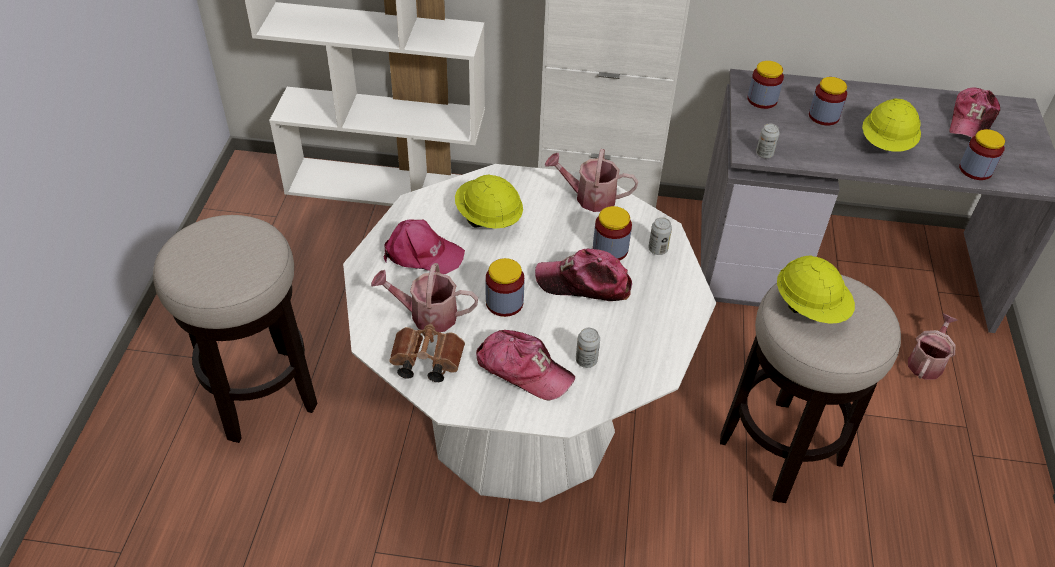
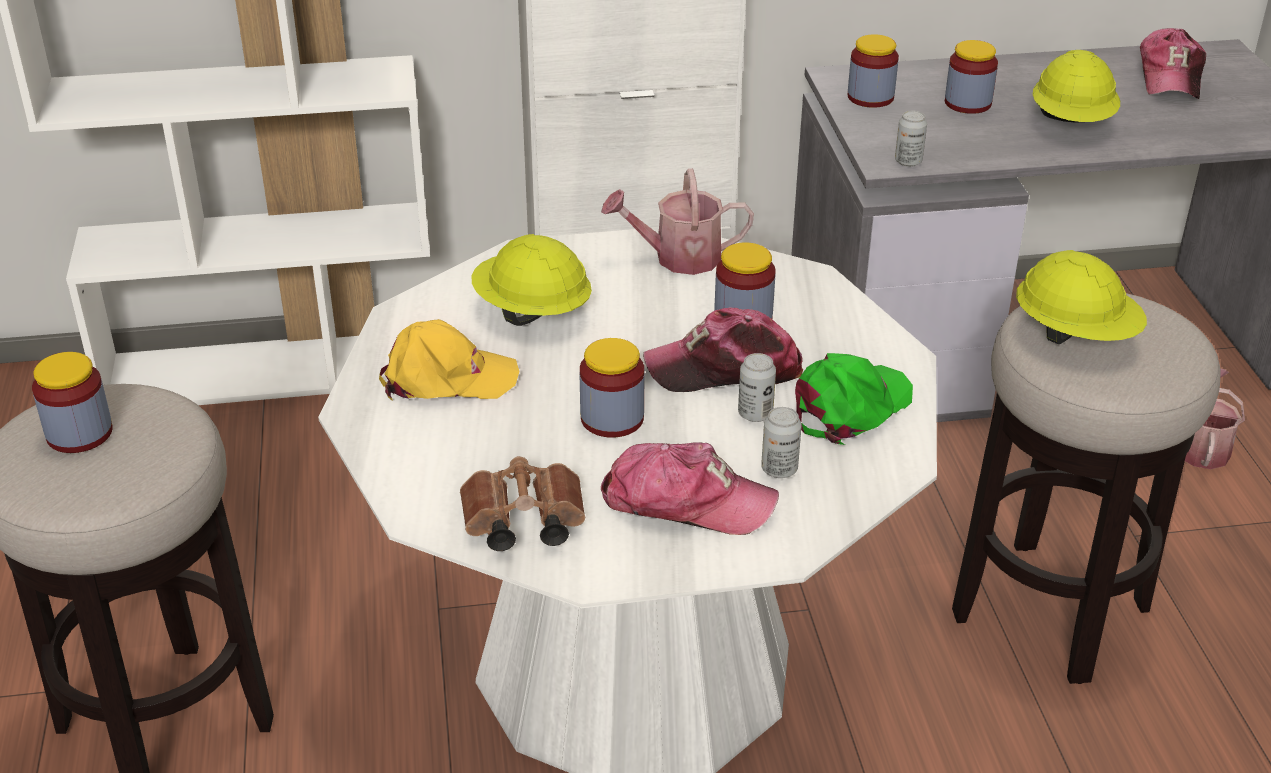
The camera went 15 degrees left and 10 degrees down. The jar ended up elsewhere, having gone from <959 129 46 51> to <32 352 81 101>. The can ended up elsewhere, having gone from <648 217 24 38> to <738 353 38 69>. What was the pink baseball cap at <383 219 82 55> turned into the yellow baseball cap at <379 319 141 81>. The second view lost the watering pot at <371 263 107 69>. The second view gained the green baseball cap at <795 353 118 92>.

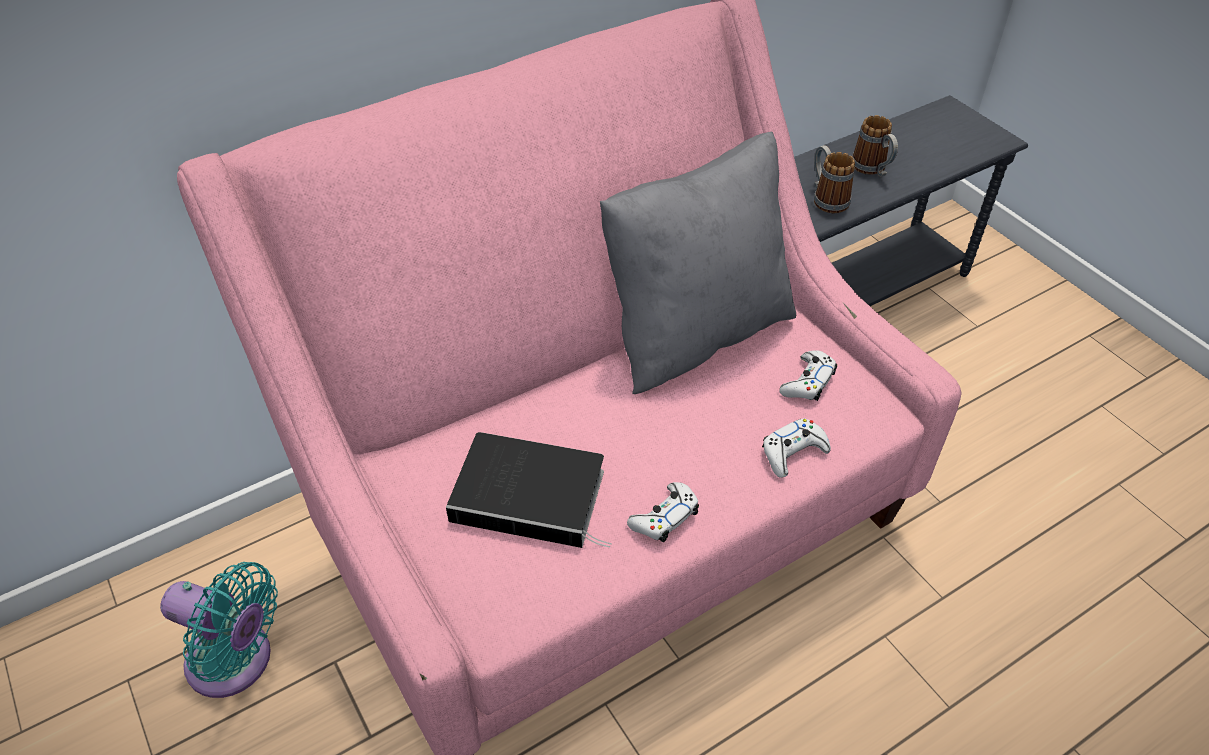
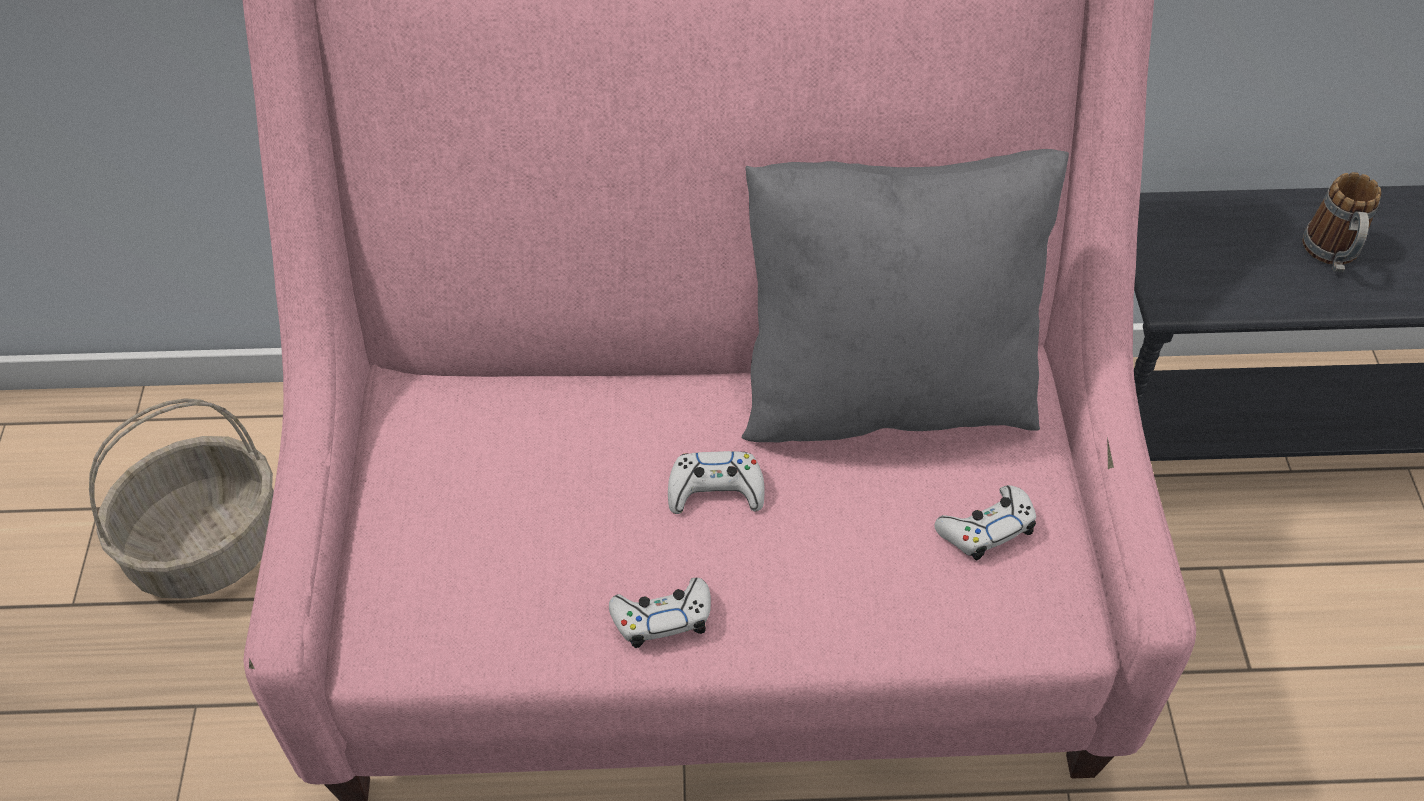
The camera went 30 degrees right and 5 degrees up. The second view lost the mug at <814 145 41 68>. The white-coloured joypad ended up elsewhere, having gone from <762 418 69 60> to <668 451 97 63>. The second view lost the bound book at <446 432 166 116>. Where the blue-green electric fan stood at <160 562 118 136>, the household basket came to stand at <89 398 185 201>.

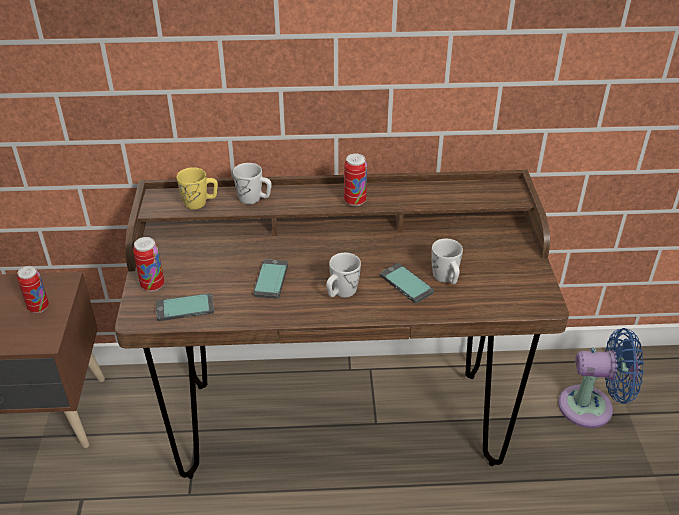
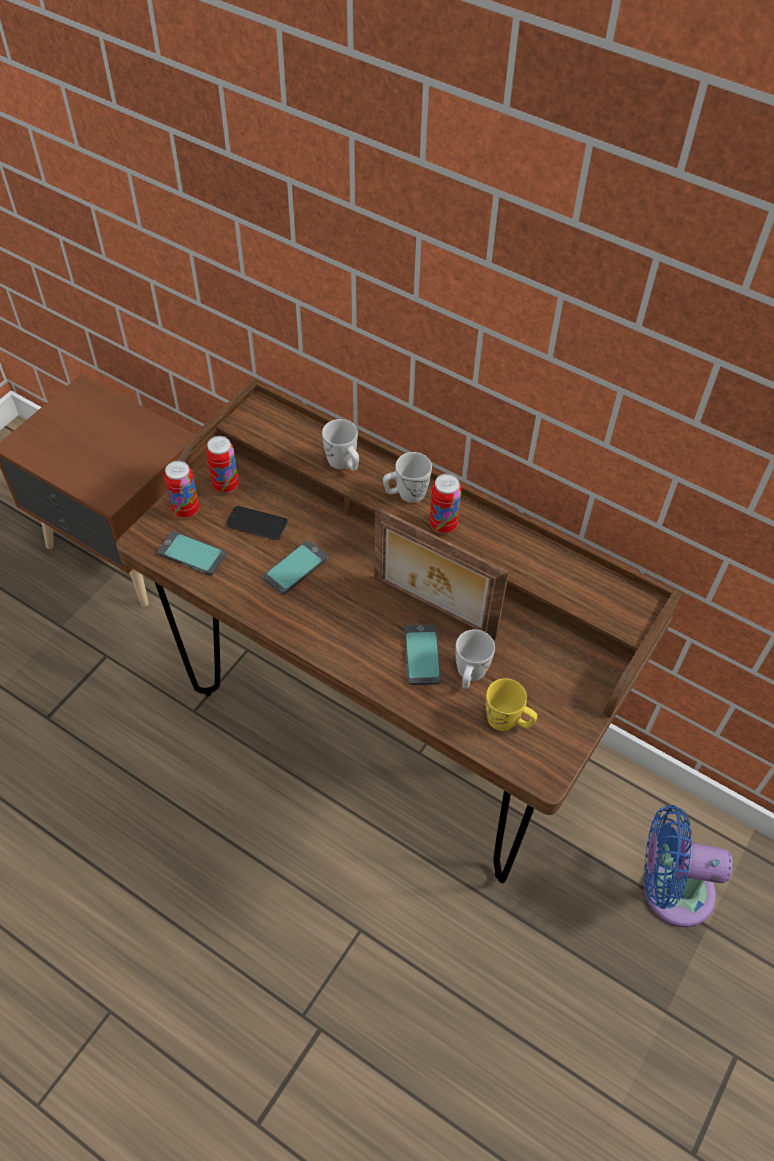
The camera went 35 degrees right and 15 degrees up. The yellow mug ended up elsewhere, having gone from <177 167 41 42> to <486 678 51 53>. The white-coloured mug ended up elsewhere, having gone from <326 253 35 44> to <383 452 49 51>. The can ended up elsewhere, having gone from <17 266 32 47> to <206 436 33 57>. The bluish electric fan at <558 328 86 100> ended up facing another way, 150 degrees clockwise from before. The second view gained the phone at <226 506 62 34>. The second view gained the photo frame at <374 507 135 133>.

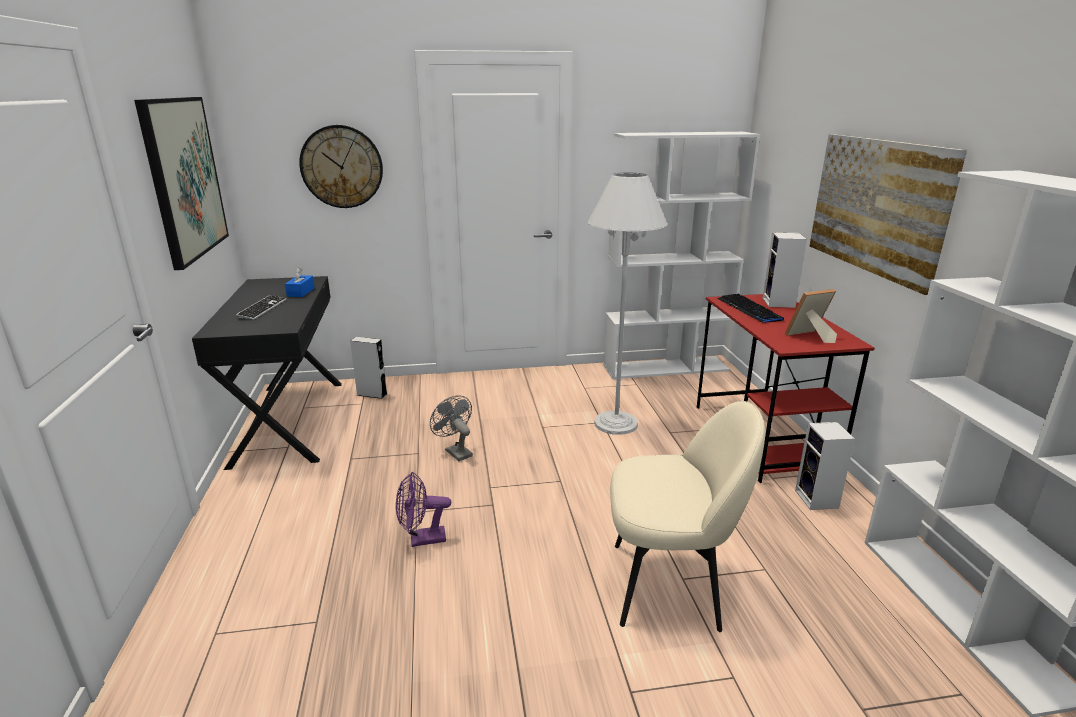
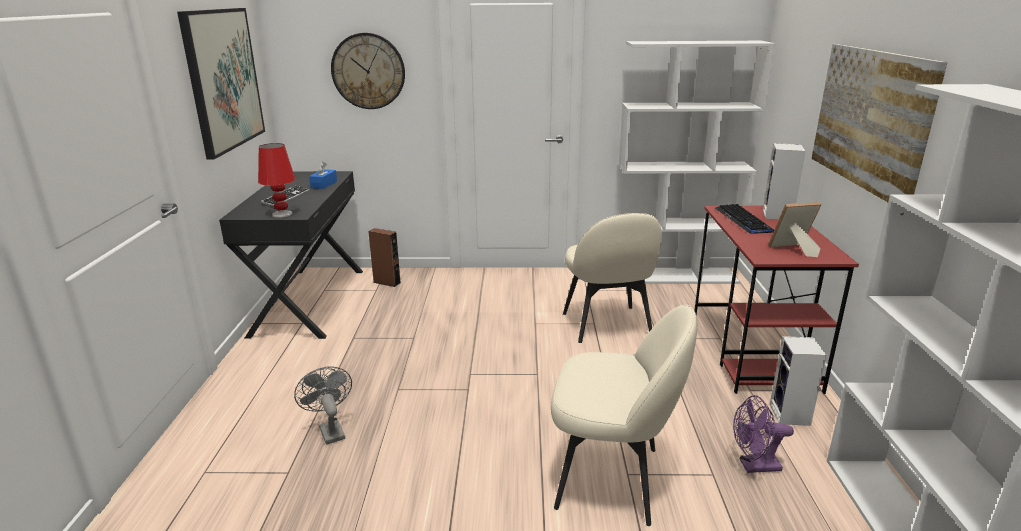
The camera went 10 degrees right and 0 degrees up. Where the white-coloured standing lamp stood at <588 173 80 262>, the beige-coloured chair came to stand at <563 213 99 130>. What was the greyish loudspeaker at <350 337 37 62> turned into the brown loudspeaker at <368 228 33 59>. The greyish electric fan ended up elsewhere, having gone from <430 396 43 65> to <294 367 58 78>. The purplish electric fan ended up elsewhere, having gone from <396 471 55 76> to <733 395 61 78>. The second view gained the red table lamp at <258 143 37 75>.

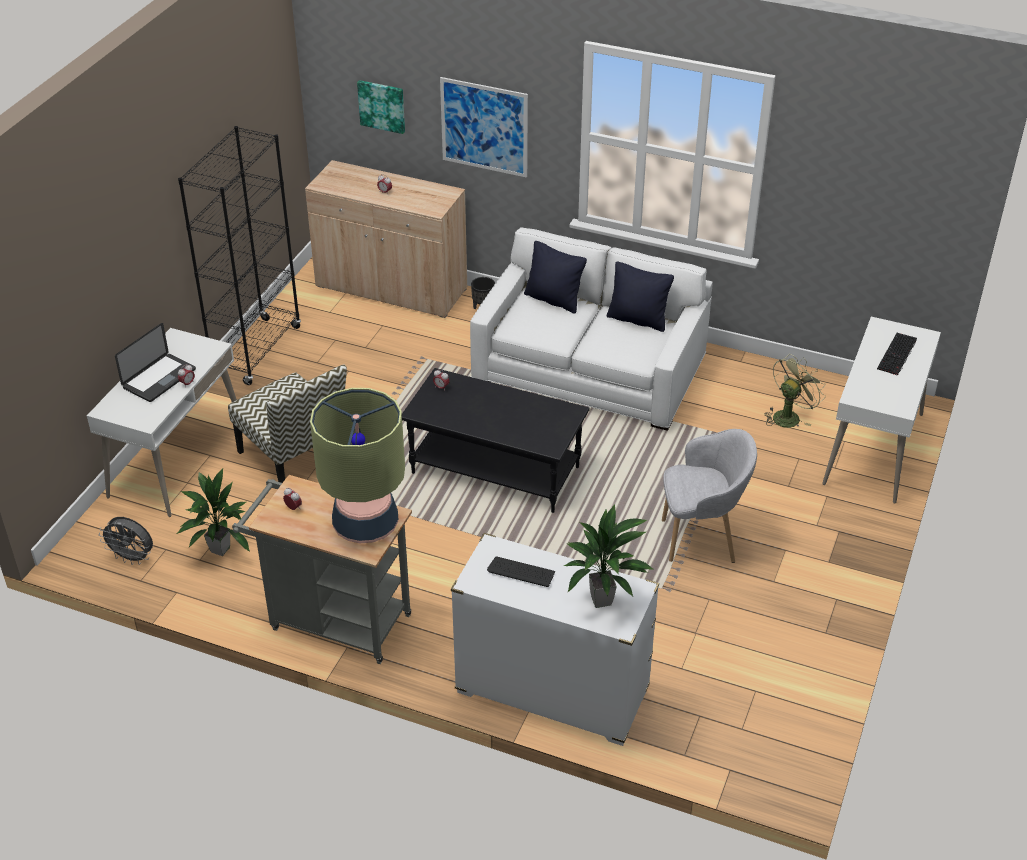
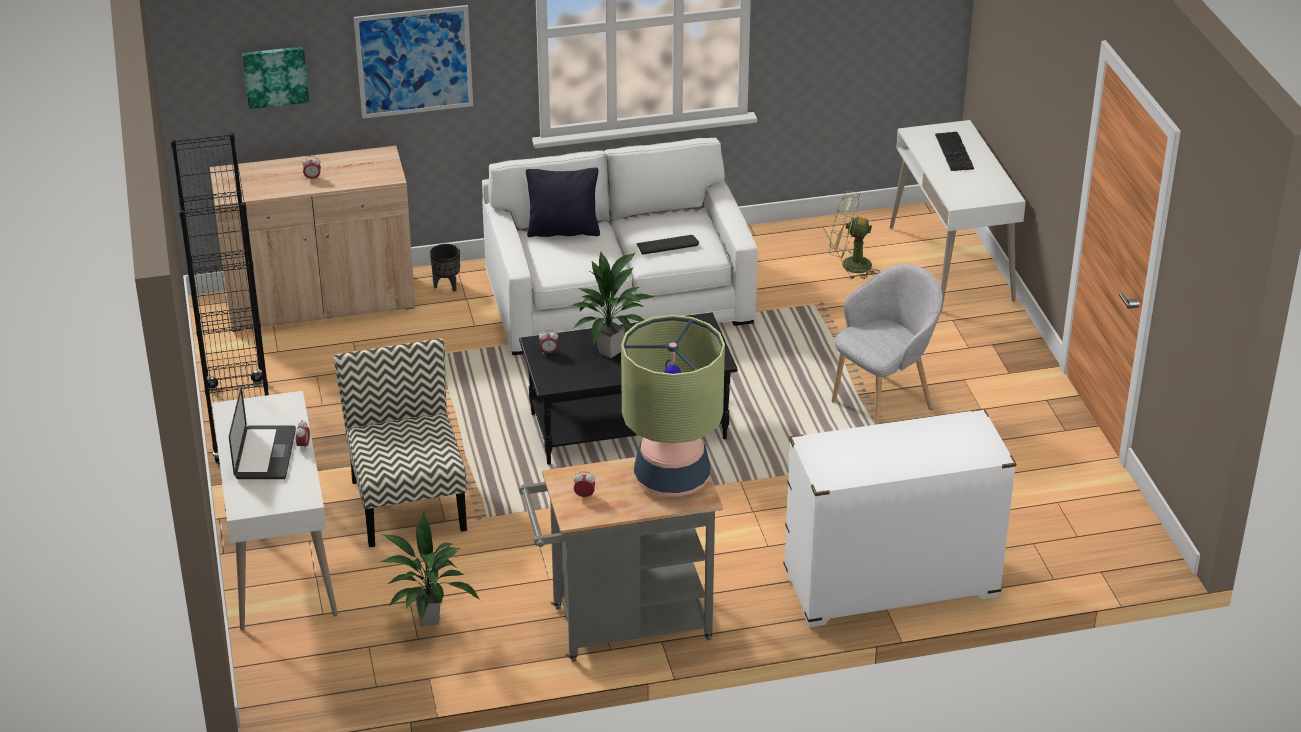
The camera went 35 degrees left and 5 degrees down. The second view lost the black pillow at <607 262 67 70>. The green electric fan at <764 354 62 74> ended up facing another way, 90 degrees counterclockwise from before. The chair at <228 364 119 119> ended up facing another way, 120 degrees counterclockwise from before. The potted plant ended up elsewhere, having gone from <564 504 90 104> to <570 252 85 106>. The second view lost the greyish electric fan at <99 517 54 48>. The PC keyboard ended up elsewhere, having gone from <487 557 68 30> to <637 235 62 19>.

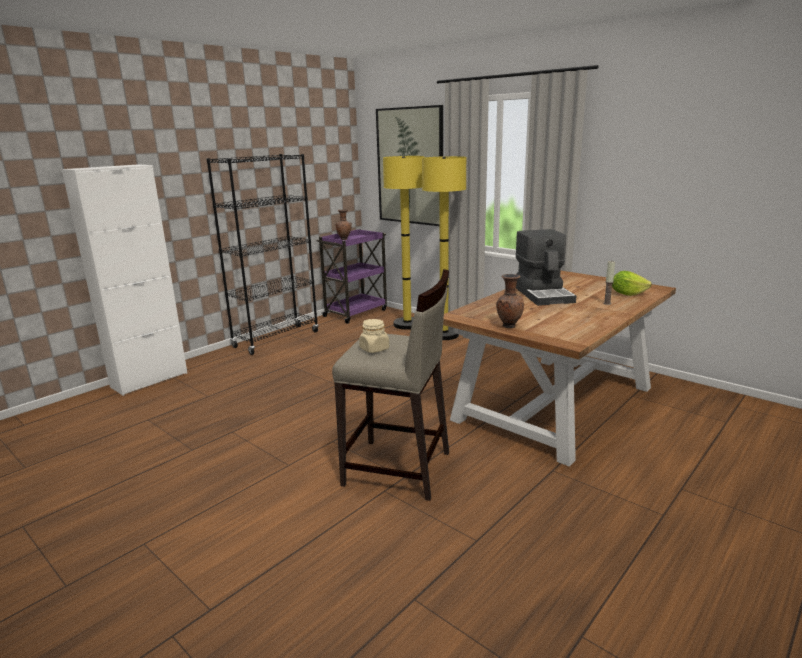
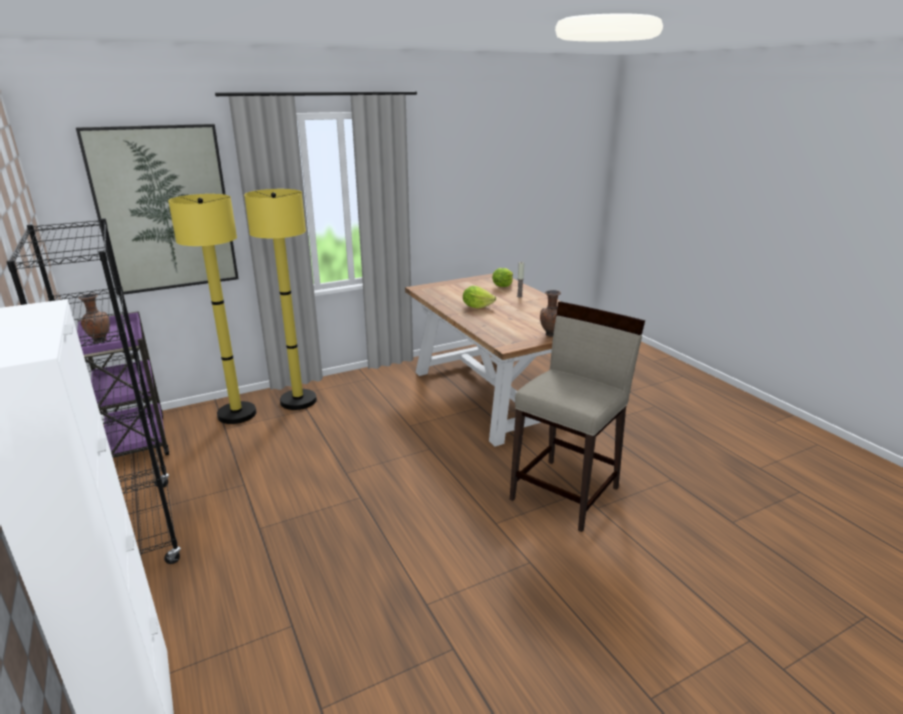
The camera went 70 degrees left and 5 degrees up. Where the coffee brewer stood at <515 229 61 77>, the head of lettuce came to stand at <463 286 33 22>. The second view lost the beige-coloured jar at <359 319 30 34>.

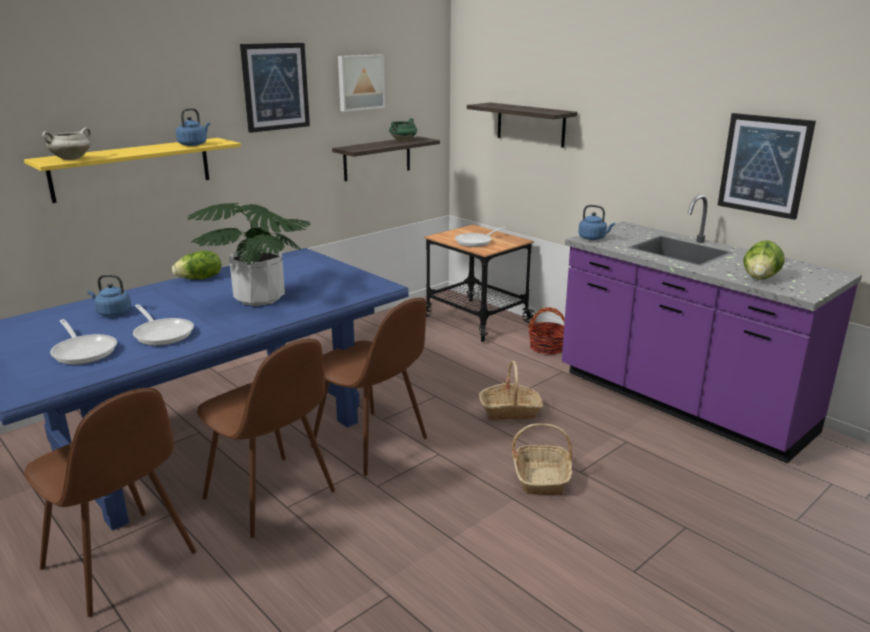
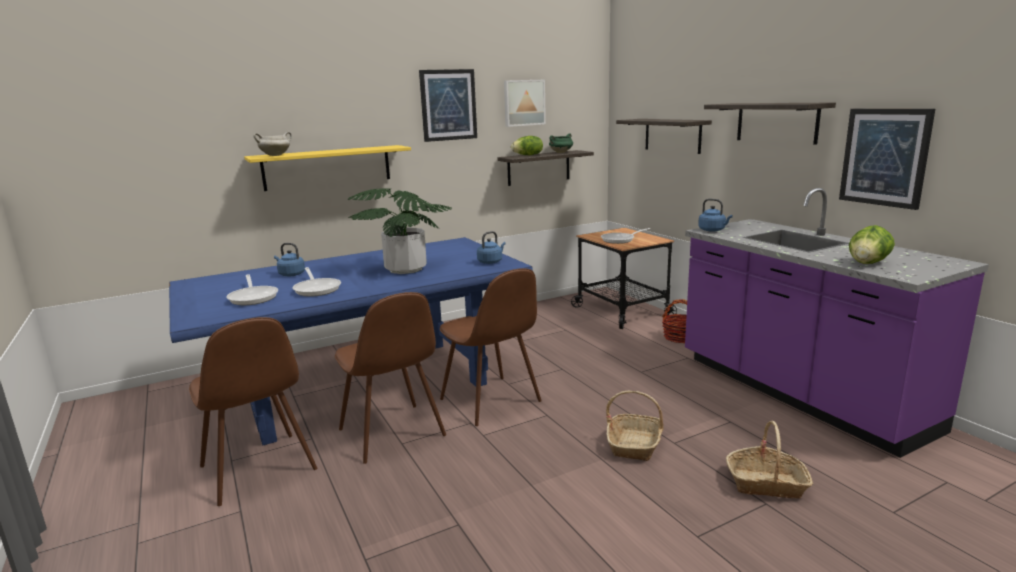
The camera went 15 degrees right and 5 degrees down. The bluish kettle ended up elsewhere, having gone from <176 108 34 38> to <477 231 29 33>. The head of lettuce ended up elsewhere, having gone from <172 251 49 28> to <511 136 32 19>. The household basket ended up elsewhere, having gone from <479 361 64 59> to <726 421 87 78>. The second view gained the wall shelf at <704 102 132 43>.

